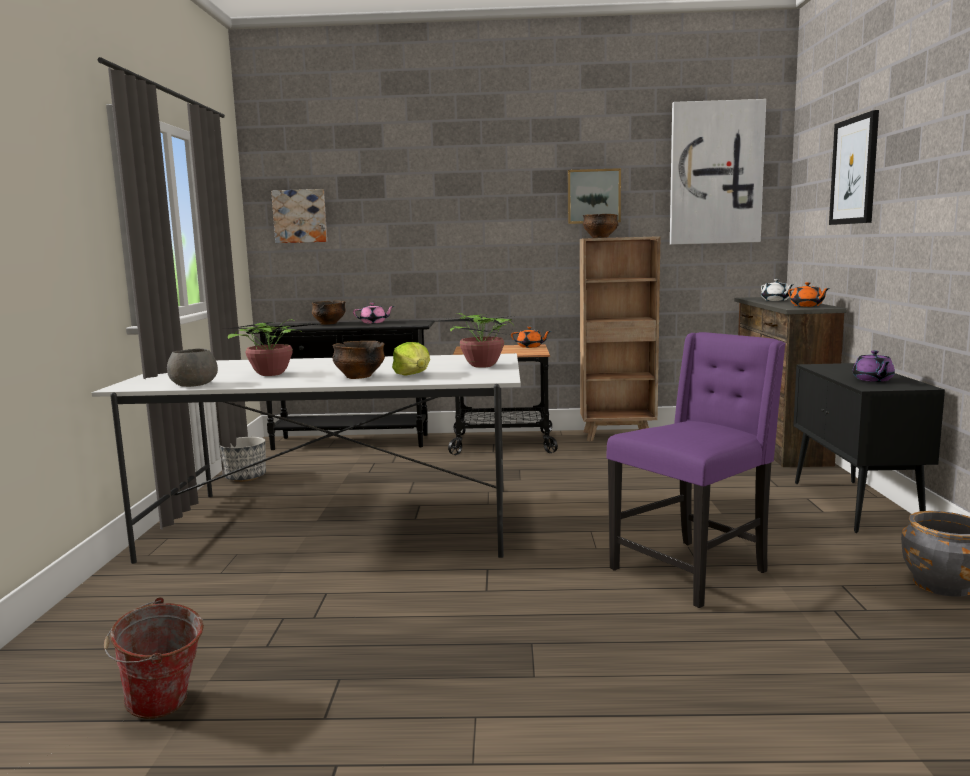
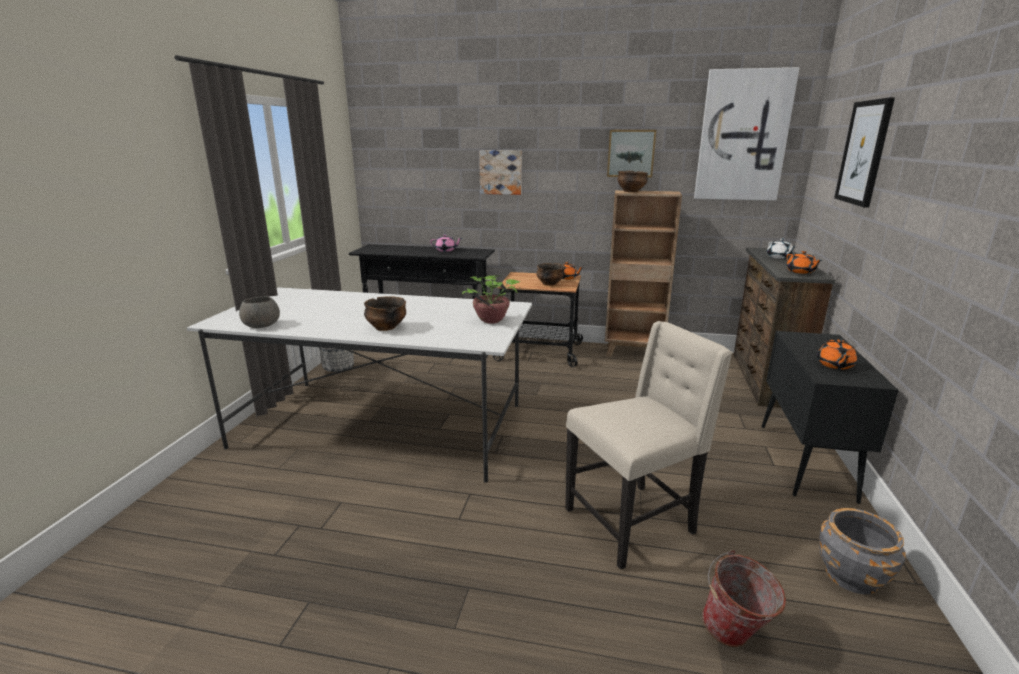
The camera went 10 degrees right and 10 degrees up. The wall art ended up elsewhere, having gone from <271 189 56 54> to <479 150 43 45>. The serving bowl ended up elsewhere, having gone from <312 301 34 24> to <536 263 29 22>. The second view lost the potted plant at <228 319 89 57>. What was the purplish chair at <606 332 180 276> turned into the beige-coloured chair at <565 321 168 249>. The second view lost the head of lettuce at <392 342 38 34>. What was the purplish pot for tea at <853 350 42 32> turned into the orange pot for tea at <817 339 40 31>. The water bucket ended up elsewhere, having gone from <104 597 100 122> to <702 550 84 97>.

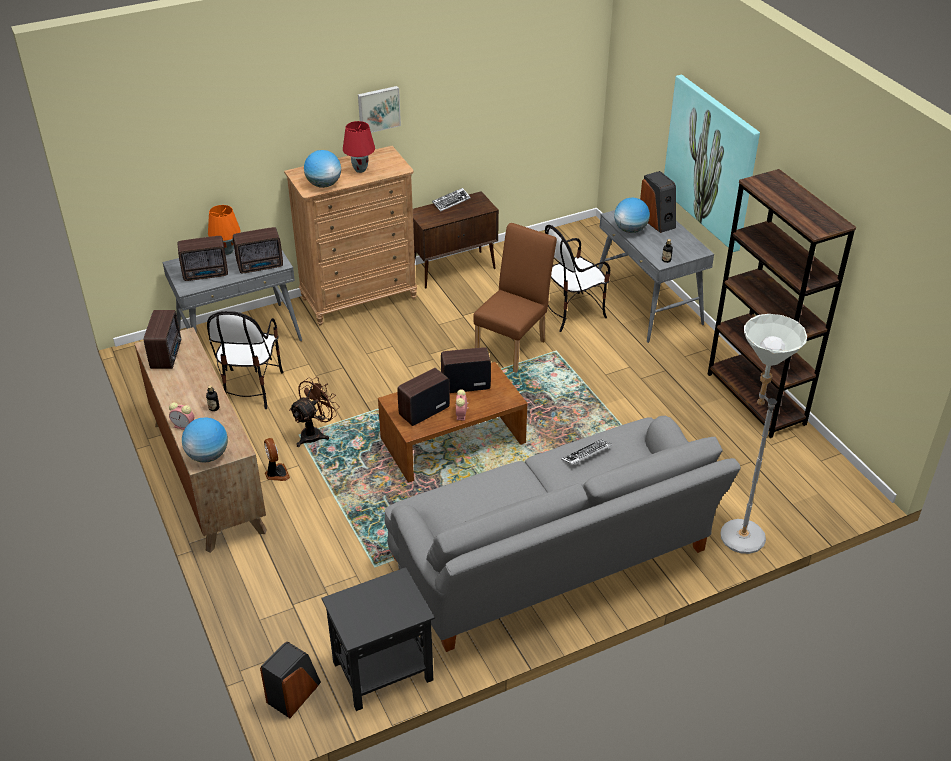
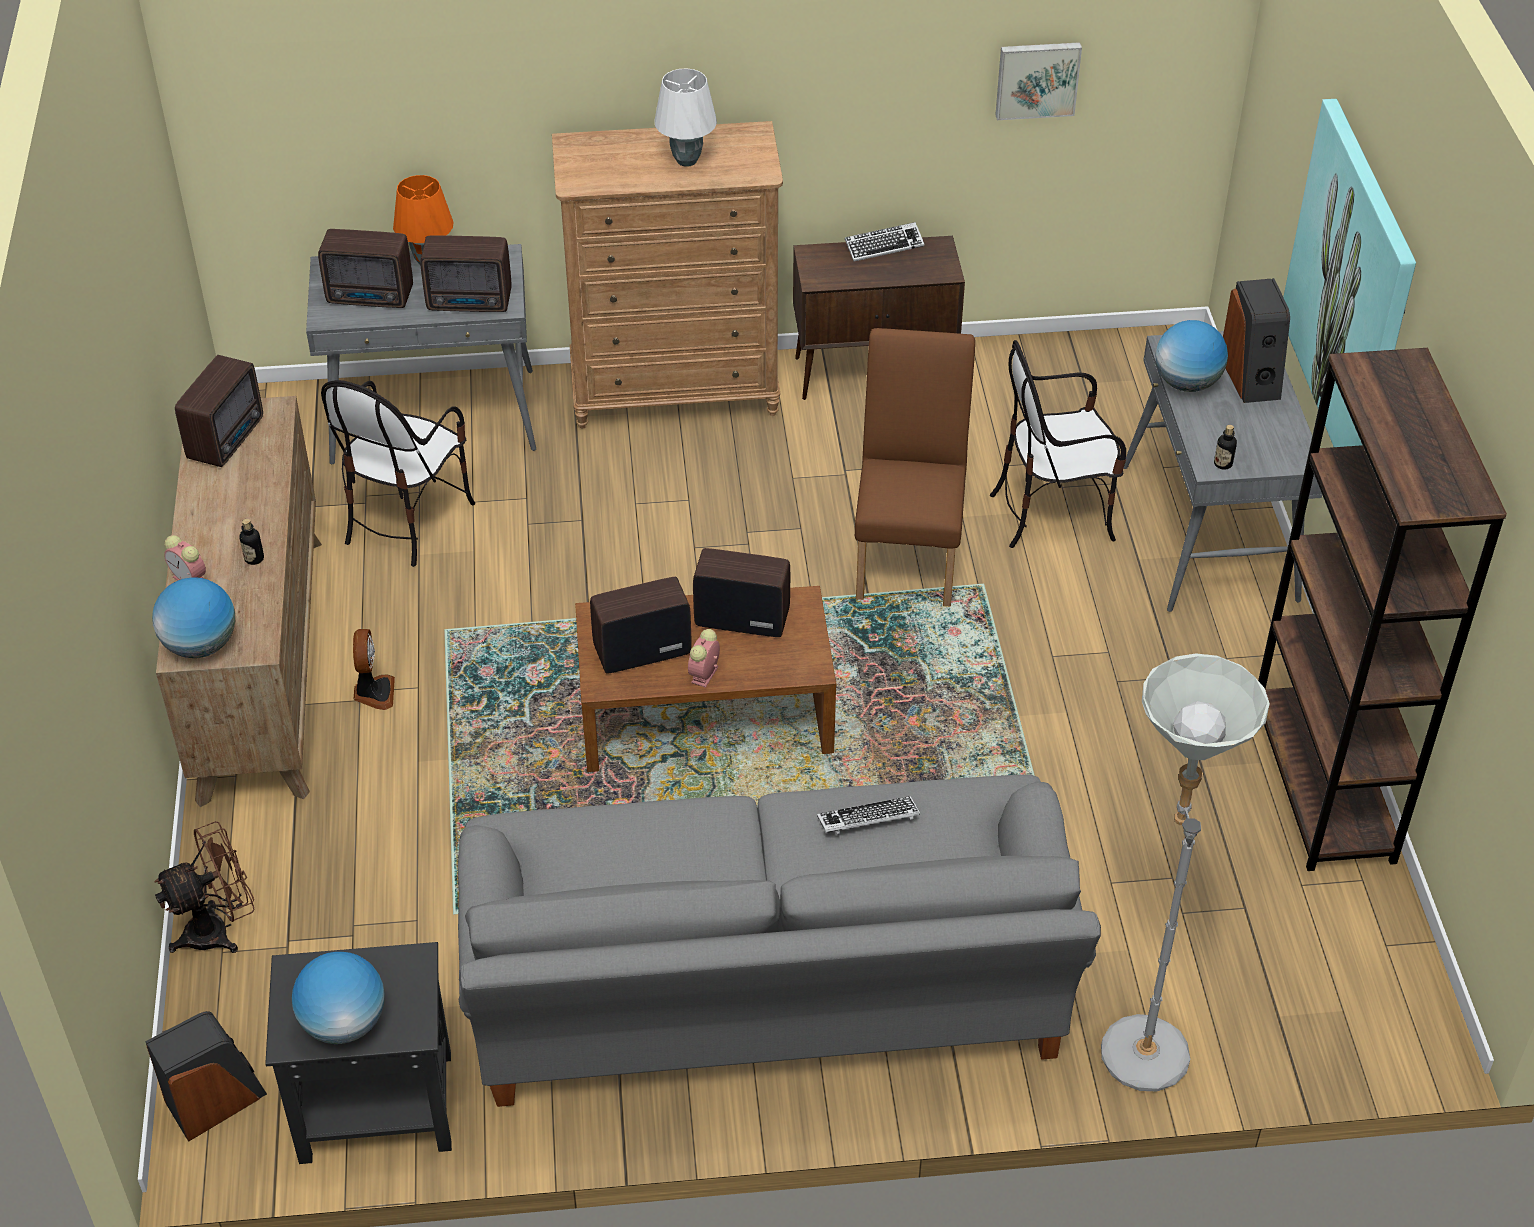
The camera went 20 degrees right and 5 degrees up. The wall art ended up elsewhere, having gone from <358 86 43 47> to <995 42 87 78>. What was the red table lamp at <343 121 32 52> turned into the white-coloured table lamp at <654 68 63 99>. The desk globe ended up elsewhere, having gone from <304 150 37 38> to <292 952 93 92>. The brown chair at <473 223 84 150> ended up facing another way, 45 degrees counterclockwise from before. The brown electric fan ended up elsewhere, having gone from <289 377 51 70> to <154 821 101 132>.

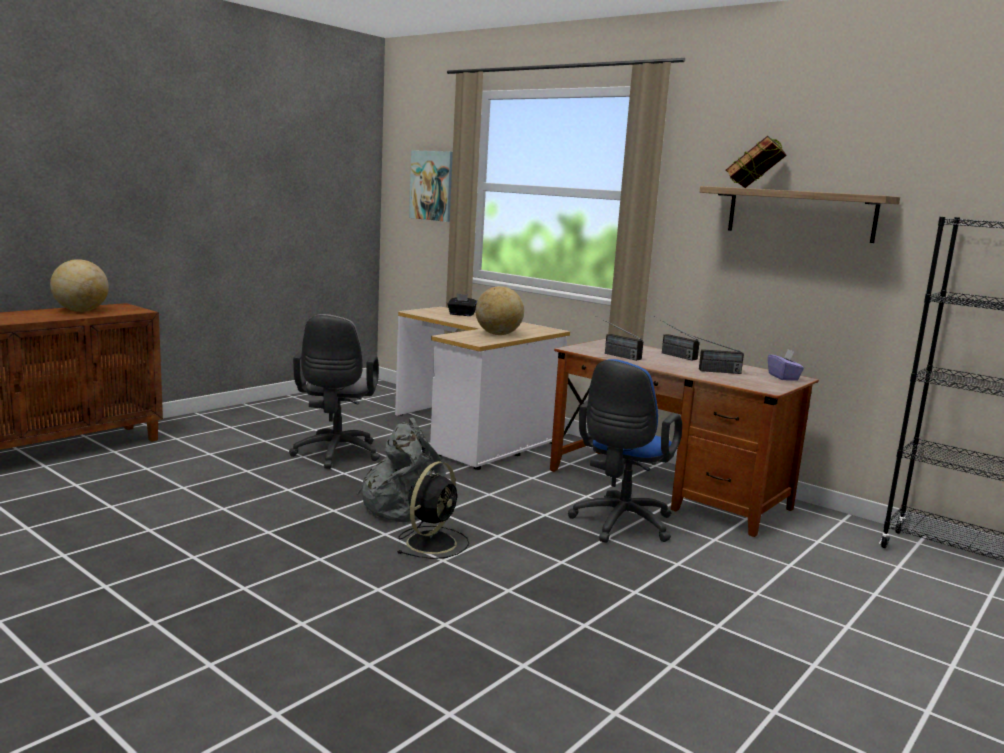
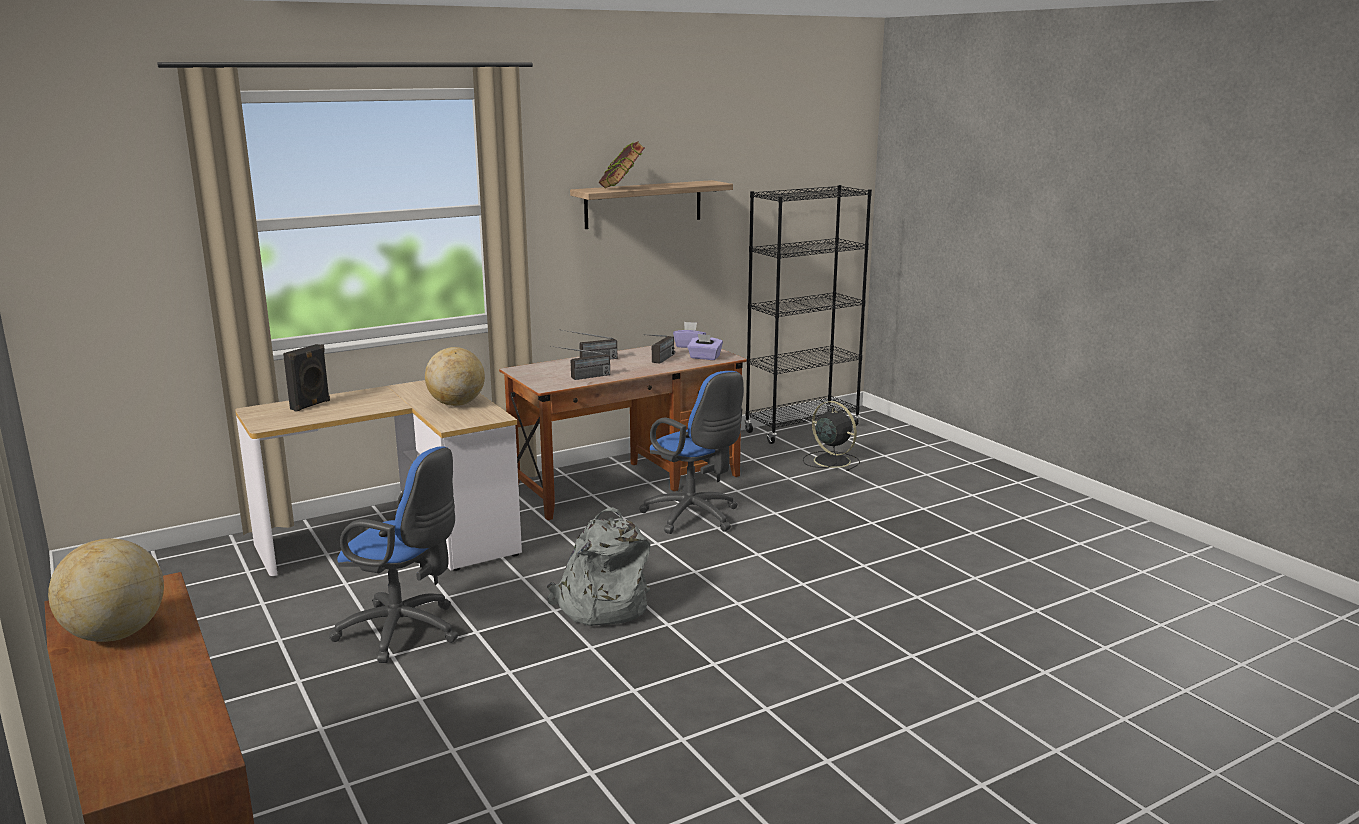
The camera went 70 degrees left and 5 degrees up. The second view lost the wall art at <409 150 44 72>. Where the black tissue box stood at <447 293 30 23>, the black loudspeaker came to stand at <283 344 47 68>. What was the greyish desk chair at <289 314 91 155> turned into the bluish desk chair at <330 446 128 217>. The black electric fan ended up elsewhere, having gone from <397 461 72 98> to <803 401 57 70>. The second view gained the purplish tissue box at <687 334 36 26>.

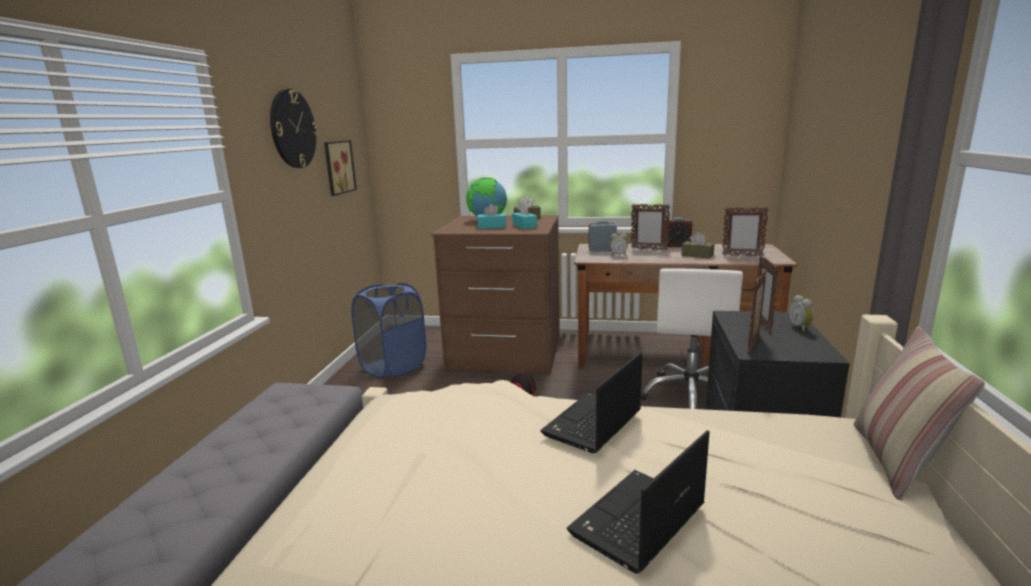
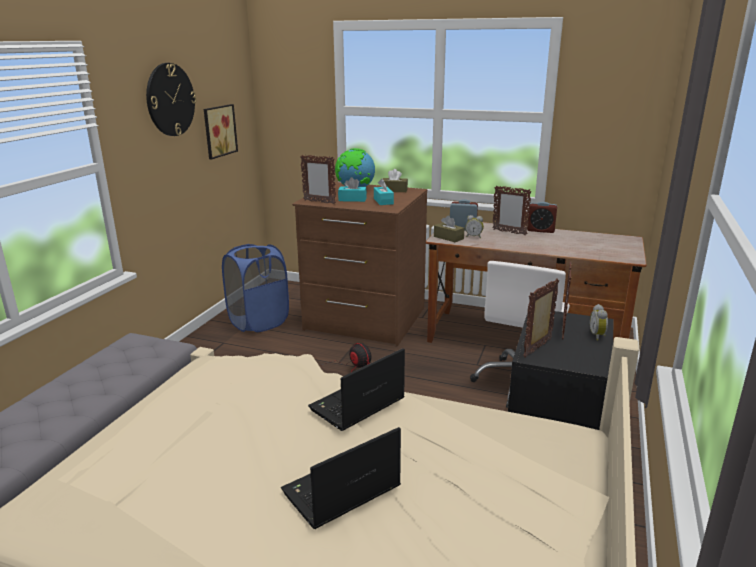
The camera went 10 degrees right and 5 degrees up. The photo frame ended up elsewhere, having gone from <722 207 47 49> to <300 155 36 49>. The brown tissue box ended up elsewhere, having gone from <681 232 33 27> to <434 215 30 27>. The second view lost the pillow at <854 326 131 174>.

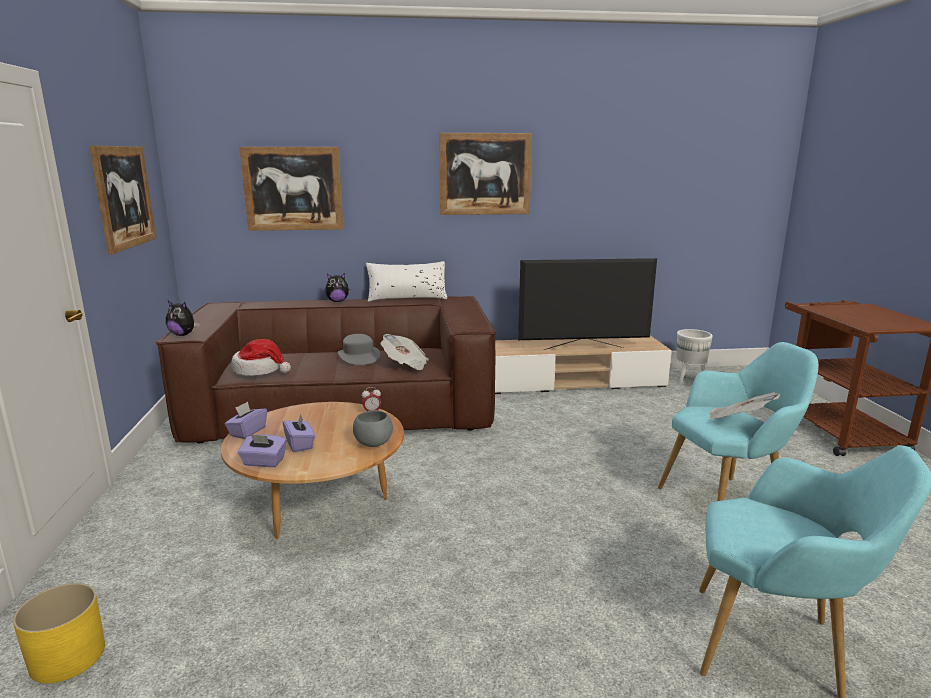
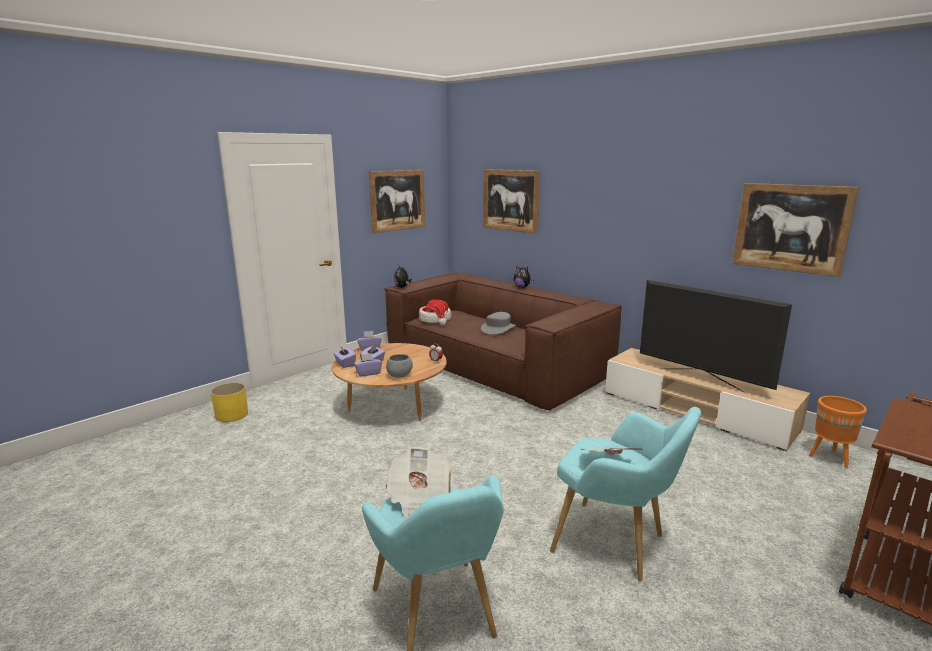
The camera went 50 degrees right and 0 degrees up. The wall art ended up elsewhere, having gone from <439 133 93 82> to <732 183 127 94>. The second view lost the white-coloured pillow at <366 261 82 41>. What was the white-coloured plant pot at <676 329 37 56> turned into the orange plant pot at <809 396 58 72>. The newspaper ended up elsewhere, having gone from <381 334 48 36> to <385 447 68 72>. The second view gained the purplish tissue box at <354 353 28 24>.

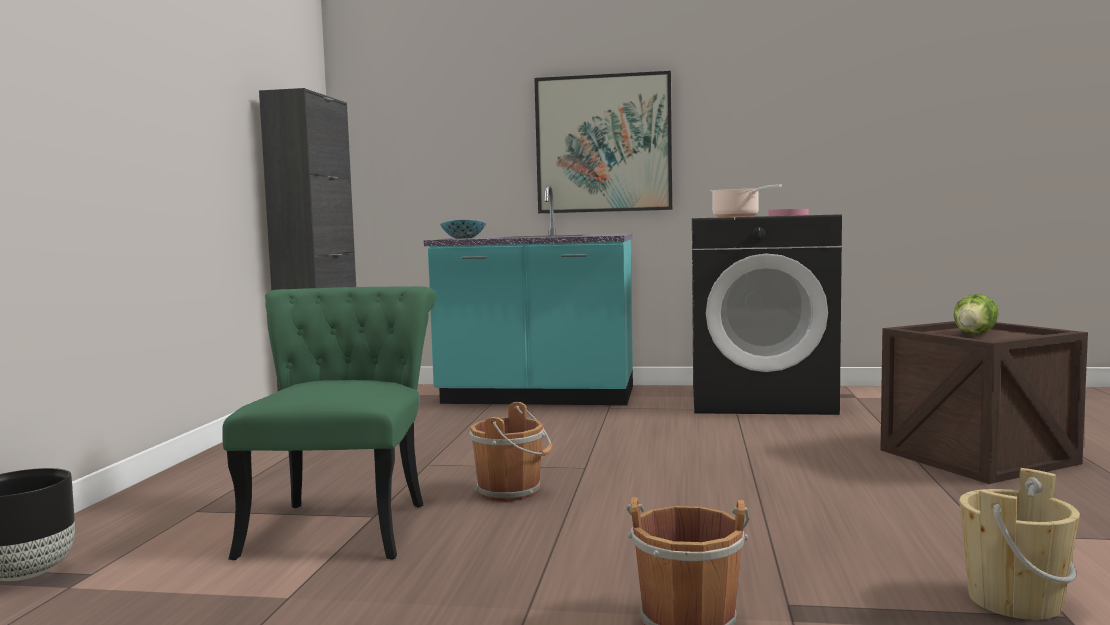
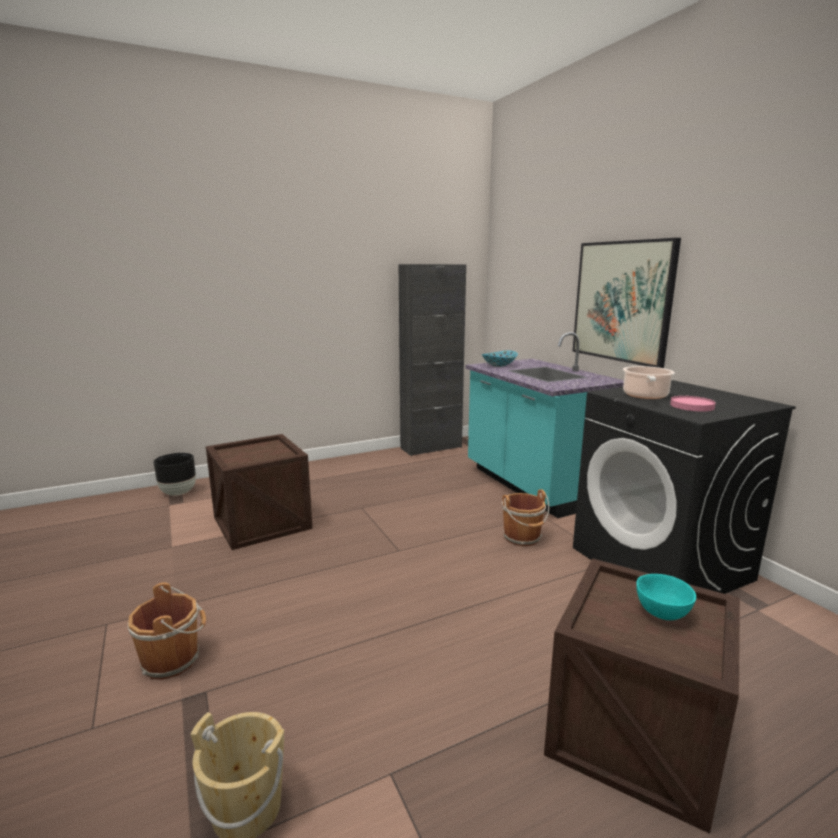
The camera went 55 degrees right and 10 degrees up. Where the green chair stood at <222 286 214 274>, the shipping crate came to stand at <206 434 107 116>. Where the head of lettuce stood at <954 294 45 40>, the blue-green serving bowl came to stand at <636 574 60 46>. The brown water bucket ended up elsewhere, having gone from <470 402 83 100> to <502 489 47 57>.

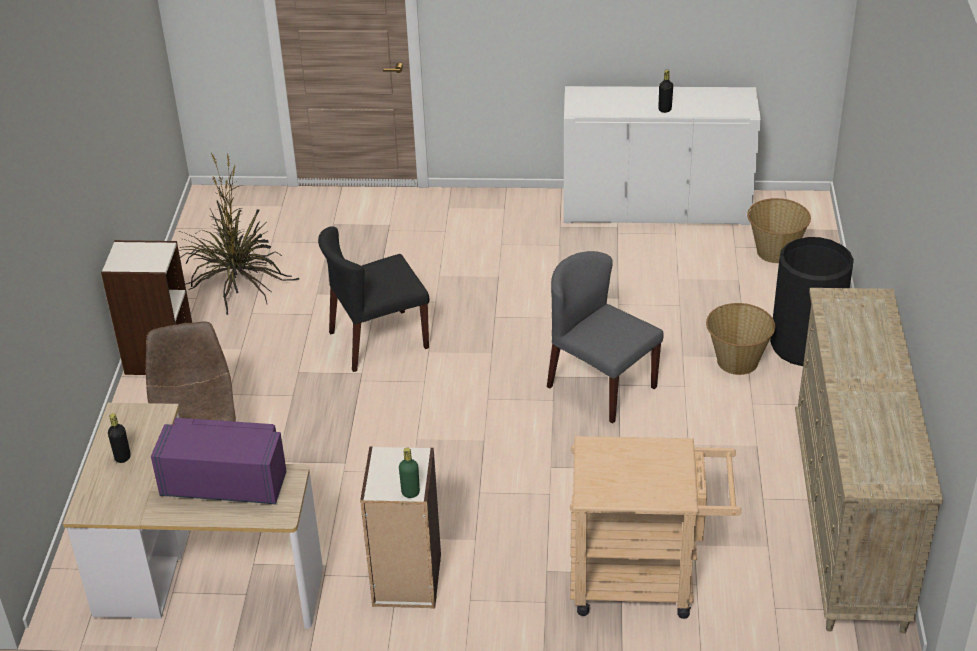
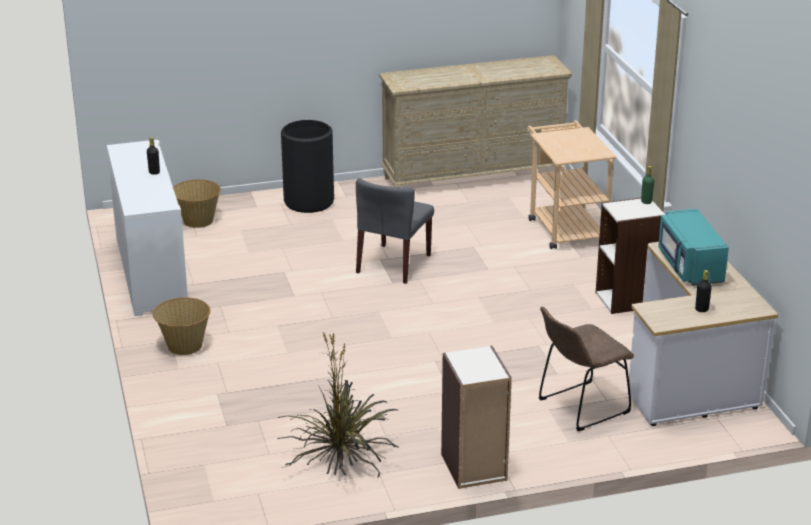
The camera went 110 degrees left and 10 degrees down. The second view lost the black chair at <318 226 111 146>. The household basket ended up elsewhere, having gone from <706 303 69 72> to <153 297 57 58>. What was the purplish microwave oven at <151 418 136 86> turned into the blue-green microwave oven at <658 209 71 76>.

